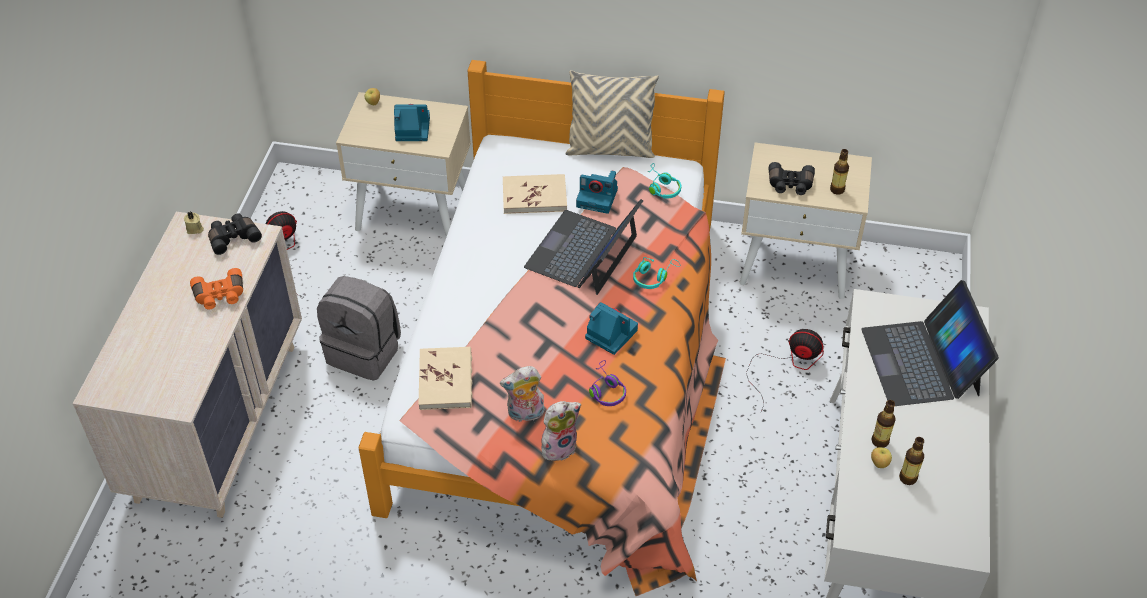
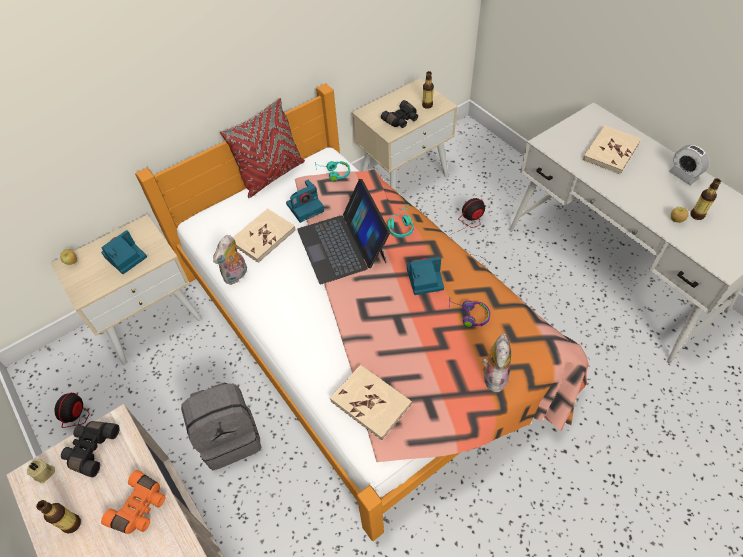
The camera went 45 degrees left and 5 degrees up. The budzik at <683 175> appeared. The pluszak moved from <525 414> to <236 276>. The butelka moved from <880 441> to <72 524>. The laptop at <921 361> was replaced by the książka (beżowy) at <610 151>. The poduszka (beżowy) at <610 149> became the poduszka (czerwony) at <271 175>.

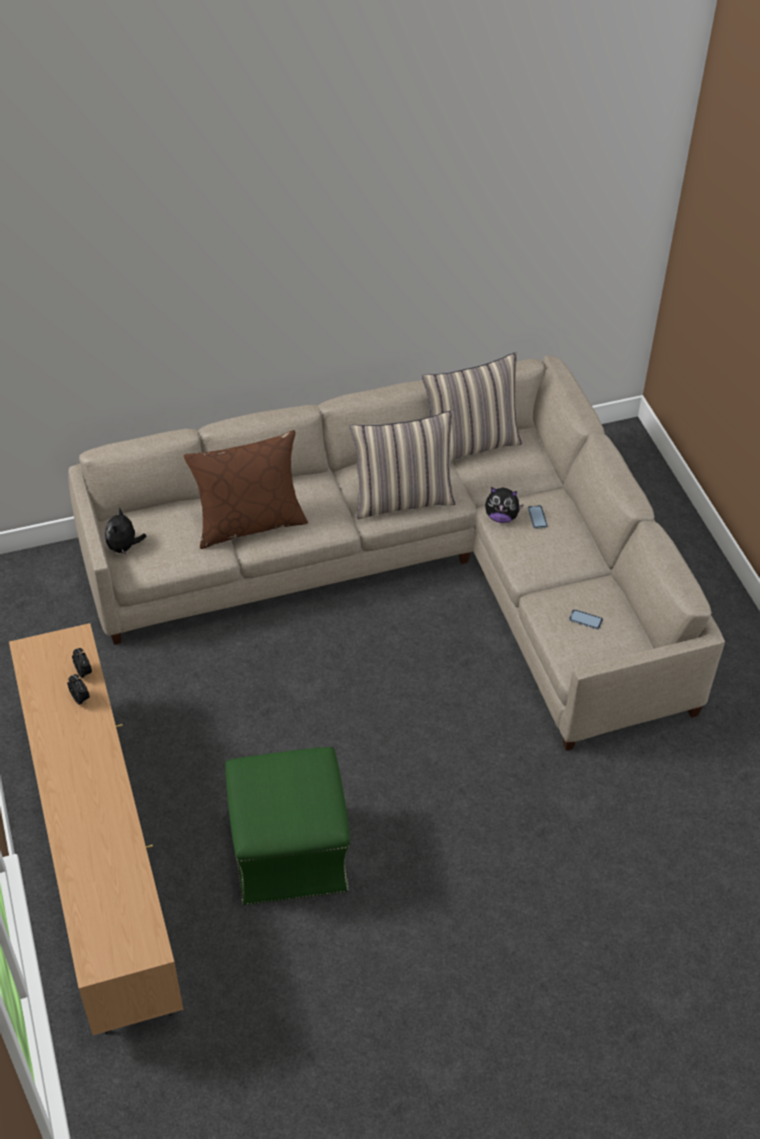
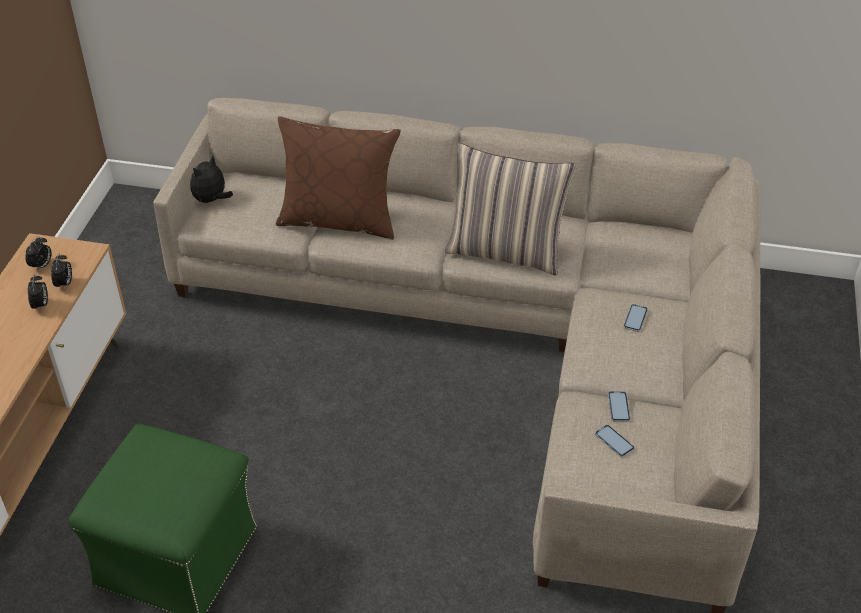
The camera went 30 degrees right and 5 degrees down. The poduszka at <471 444> disappeared. The pluszak at <501 517> disappeared. The budzik at <42 266> appeared. The telefon at <618 407> appeared.

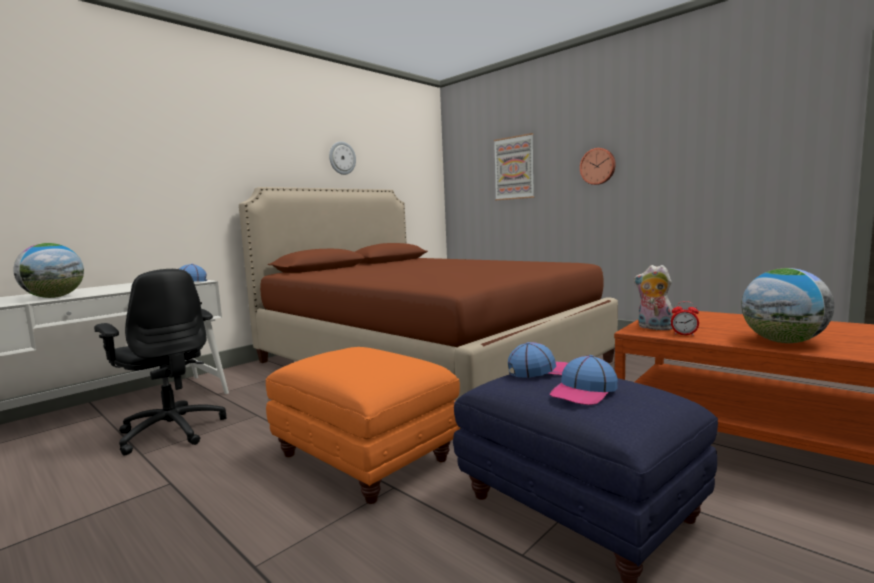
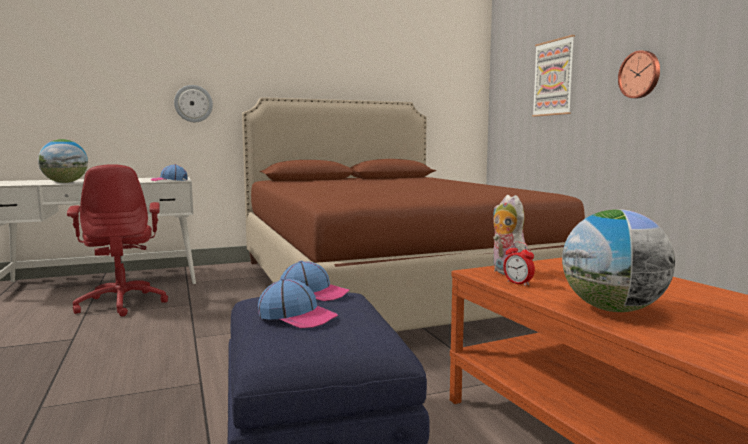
The camera went 25 degrees right and 0 degrees up. The pufa (pomarańczowy) at <366 459> disappeared. The zegar ścienny moved from <342 158> to <193 103>. The krzesło biurowe (czarny) at <172 431> became the krzesło biurowe (czerwony) at <122 303>. The czapka z daszkiem at <584 392> turned 135 degrees counterclockwise.

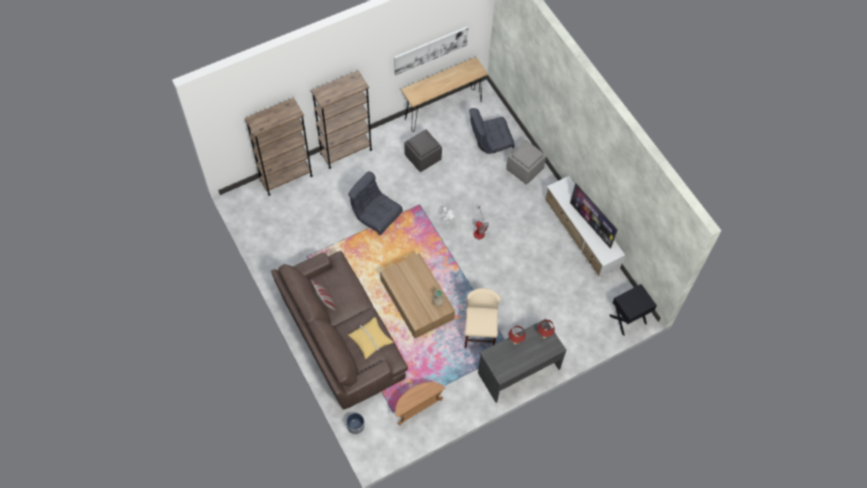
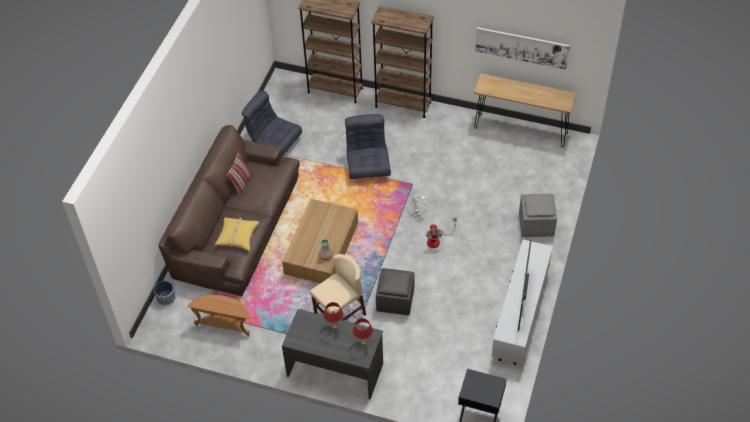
The camera went 50 degrees right and 10 degrees down. The pufa (szary) moved from <423 157> to <395 300>. The fotel (szary) moved from <490 142> to <274 142>.

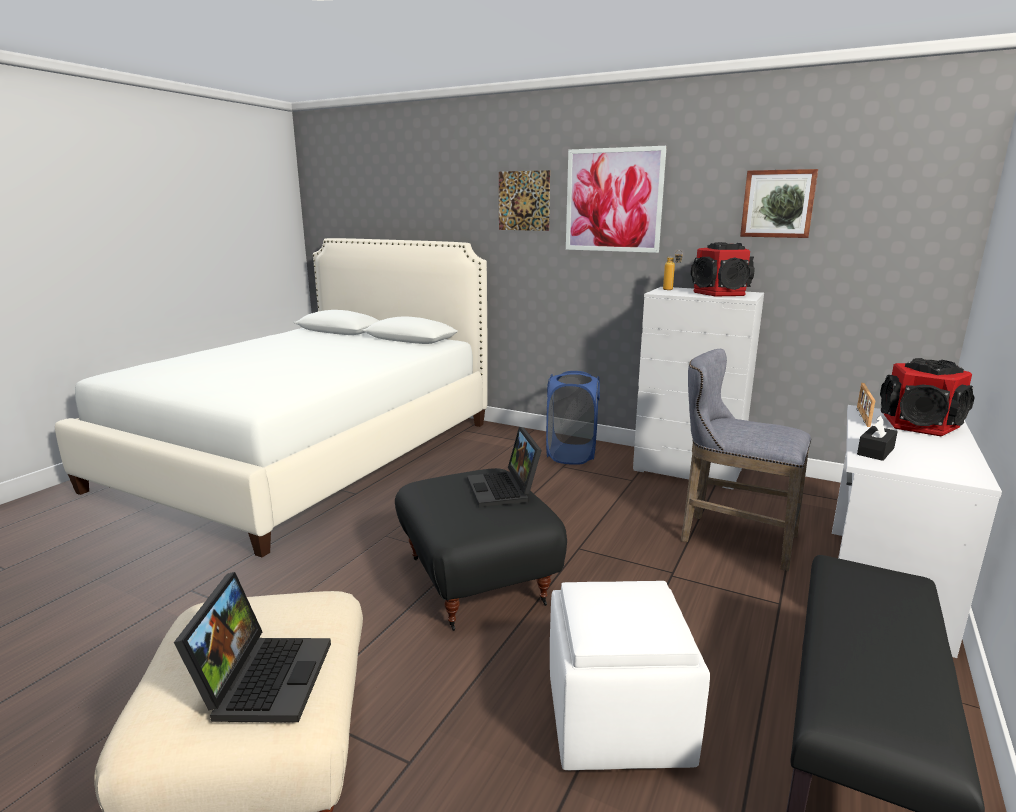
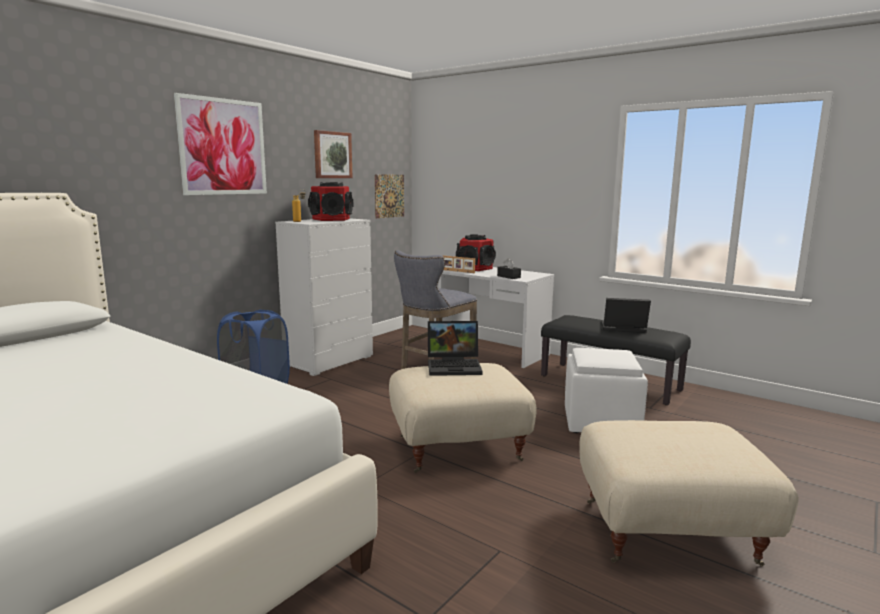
The camera went 80 degrees left and 5 degrees down. The laptop moved from <263 677> to <622 328>. The obraz moved from <524 201> to <389 196>. The pufa (czarny) at <479 580> became the pufa (beżowy) at <458 447>.

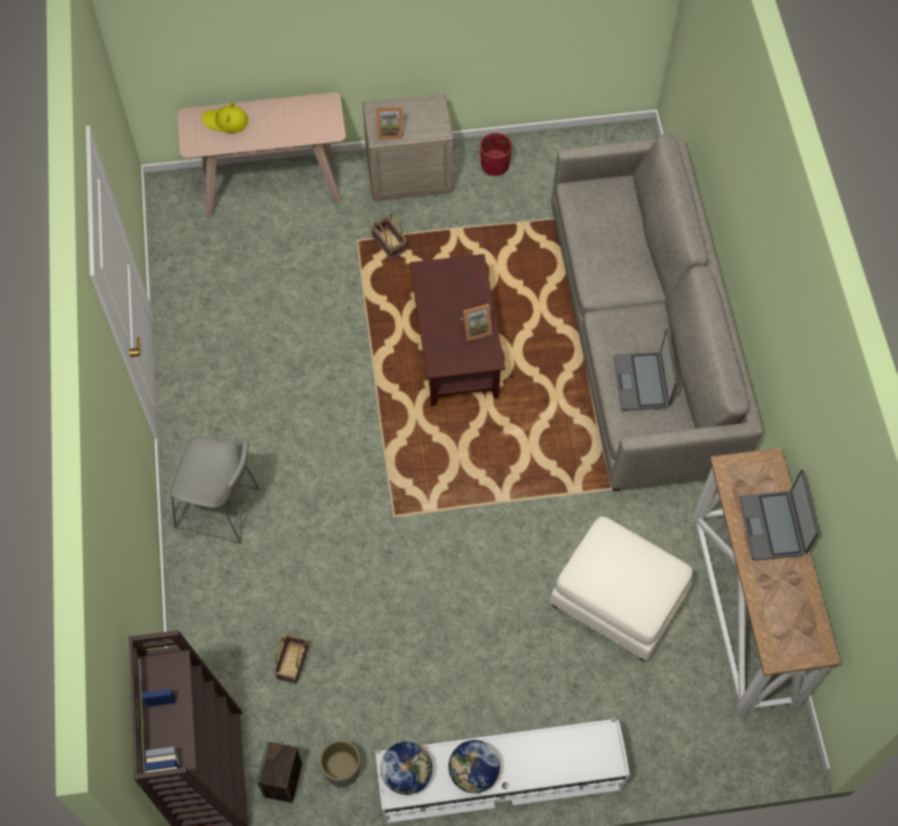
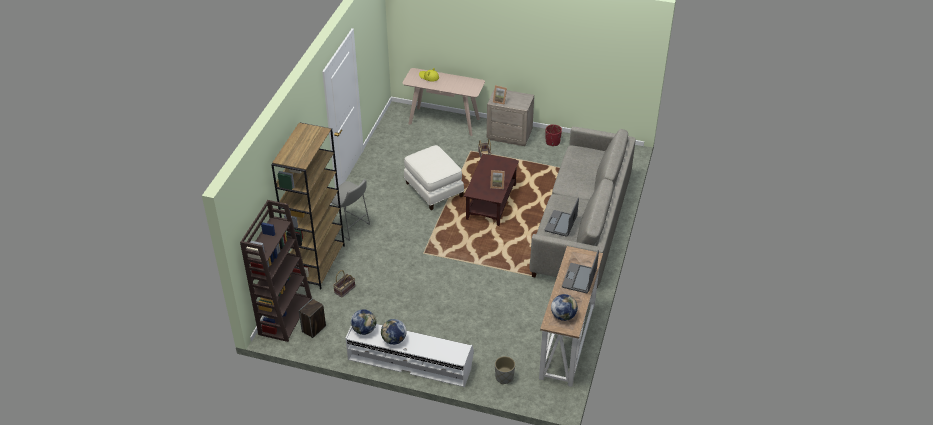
The camera went 25 degrees right and 20 degrees down. The regał (brązowy) at <317 263> appeared. The globus at <563 316> appeared. The donica (szary) moved from <342 769> to <504 377>. The pufa (biały) moved from <616 602> to <433 190>.

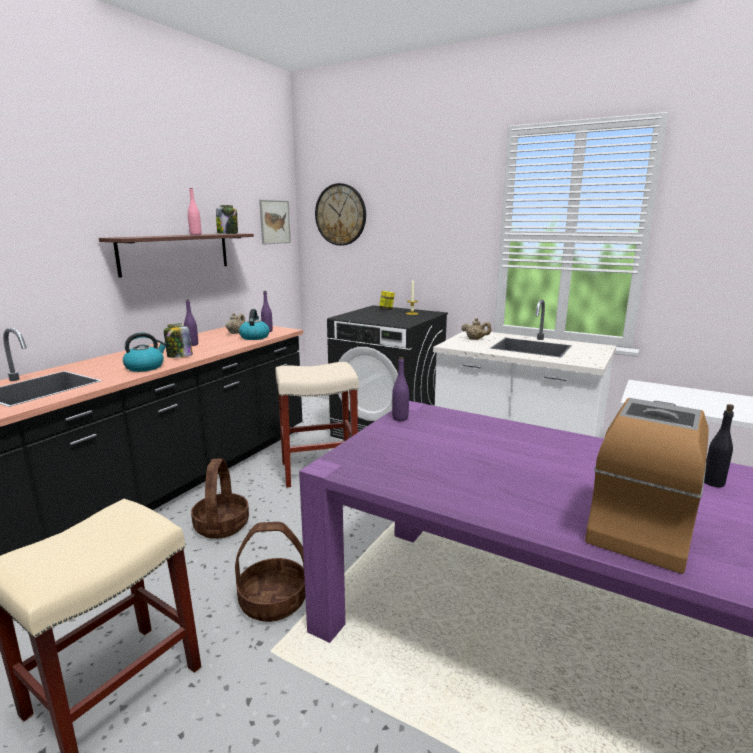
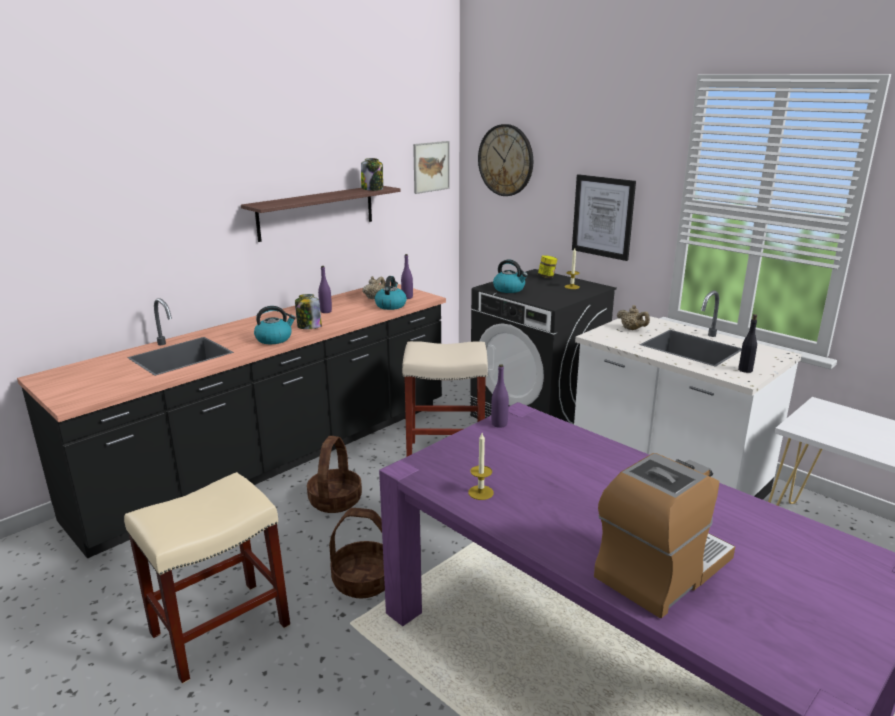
The camera went 15 degrees right and 5 degrees up. The butelka (różowy) at <195 234> disappeared. The świeca at <480 492> appeared. The czajnik at <509 289> appeared. The obraz at <603 216> appeared. The butelka (czarny) moved from <713 482> to <745 370>.

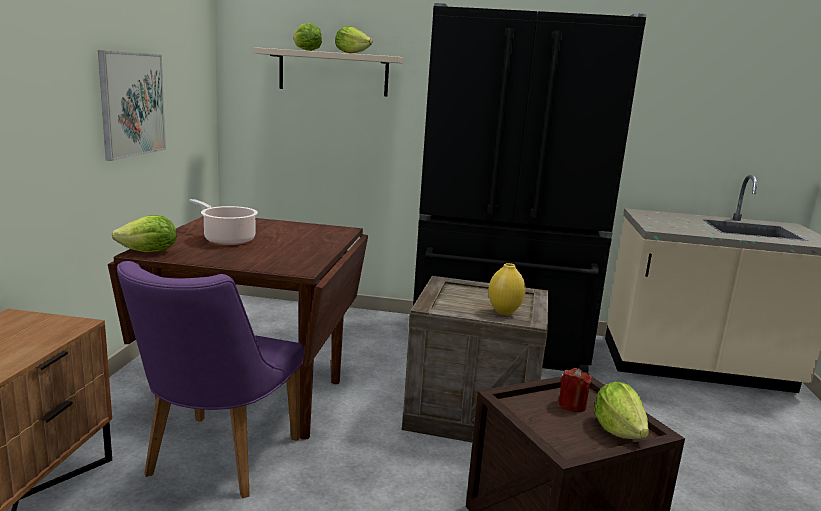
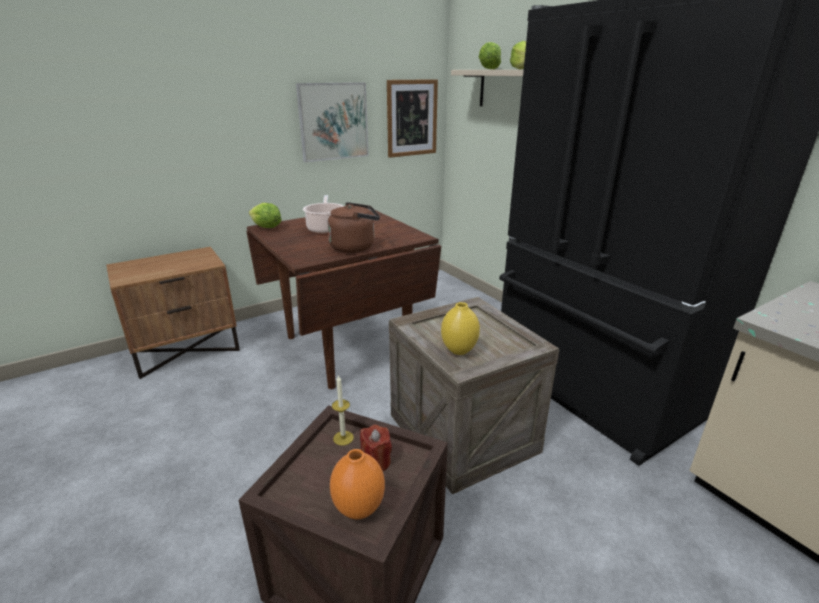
The camera went 50 degrees right and 10 degrees up. The krzesło (fioletowy) at <215 462> disappeared. The czajnik (brązowy) at <355 247> appeared. The świeca at <343 438> appeared. The obraz at <412 118> appeared. The sałata at <618 430> was replaced by the wazon (pomarańczowy) at <359 509>.

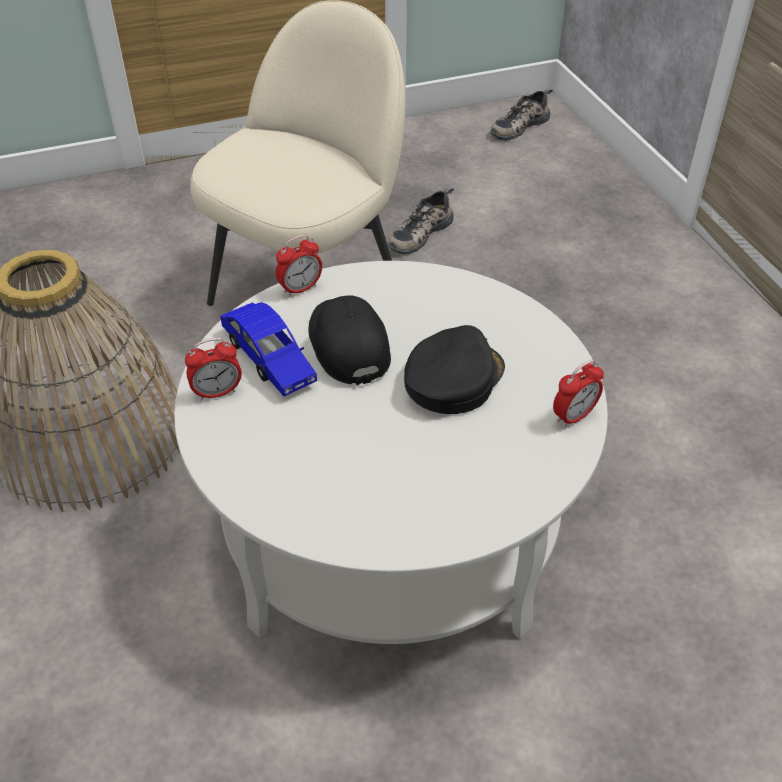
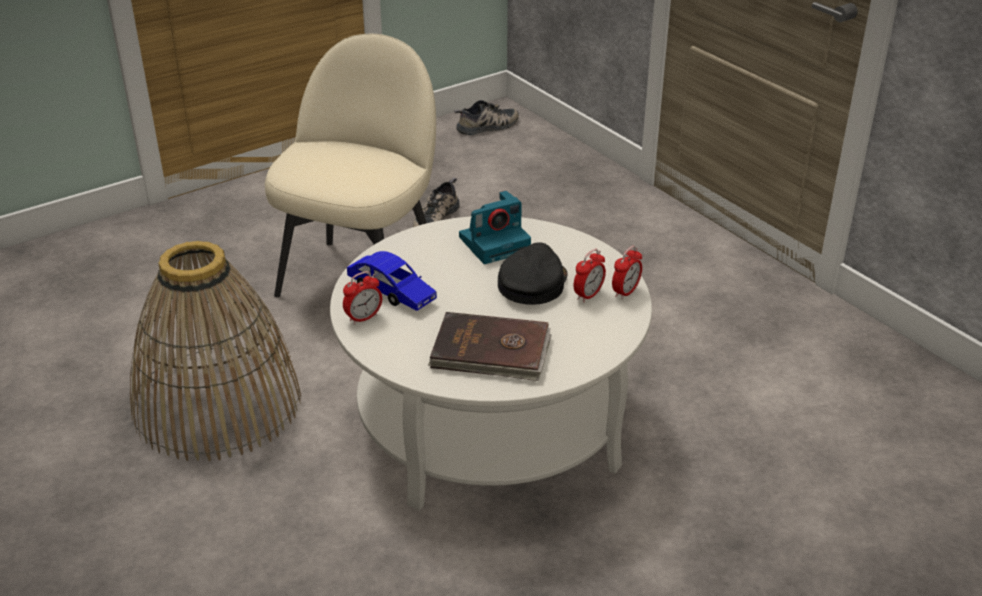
The camera went 15 degrees left and 10 degrees down. The czapka z daszkiem (czarny) at <347 345> disappeared. The książka (brązowy) at <491 352> appeared. The aparat fotograficzny at <495 243> appeared. The budzik moved from <300 288> to <588 295>. The but at <519 125> turned 150 degrees counterclockwise.

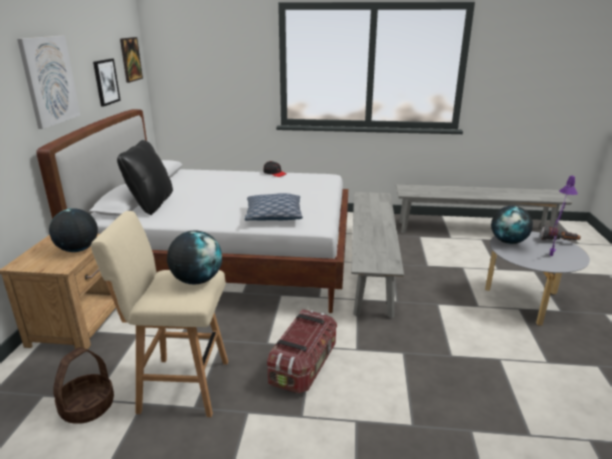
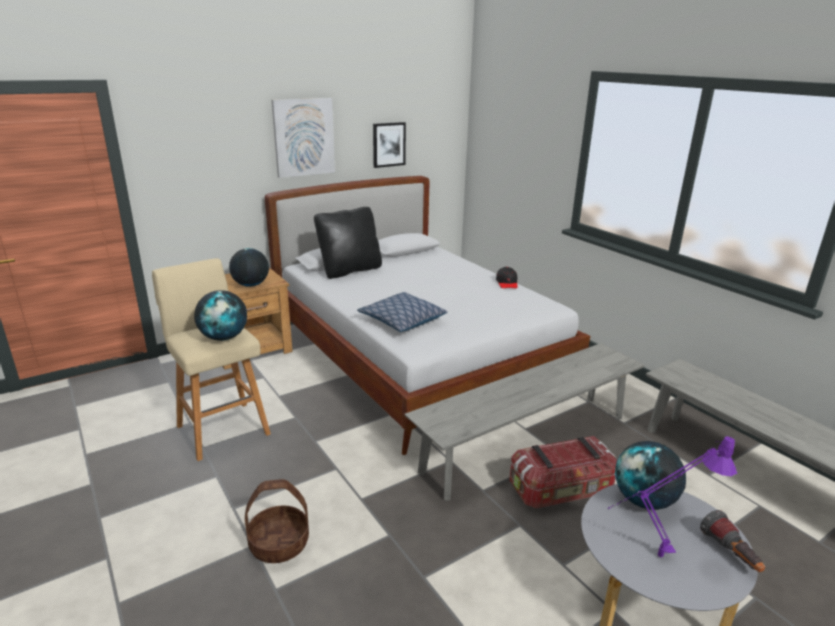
The camera went 50 degrees right and 0 degrees up. The obraz at <130 59> disappeared. The koszyk moved from <87 407> to <279 543>. The pojemnik do przechowywania moved from <304 365> to <562 490>.

